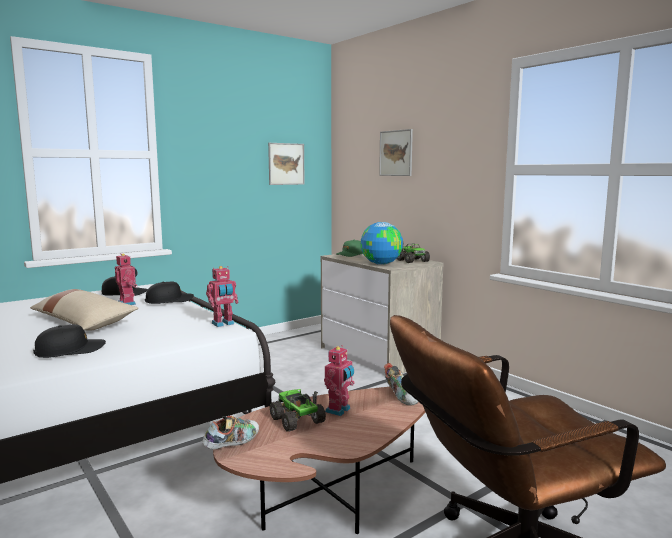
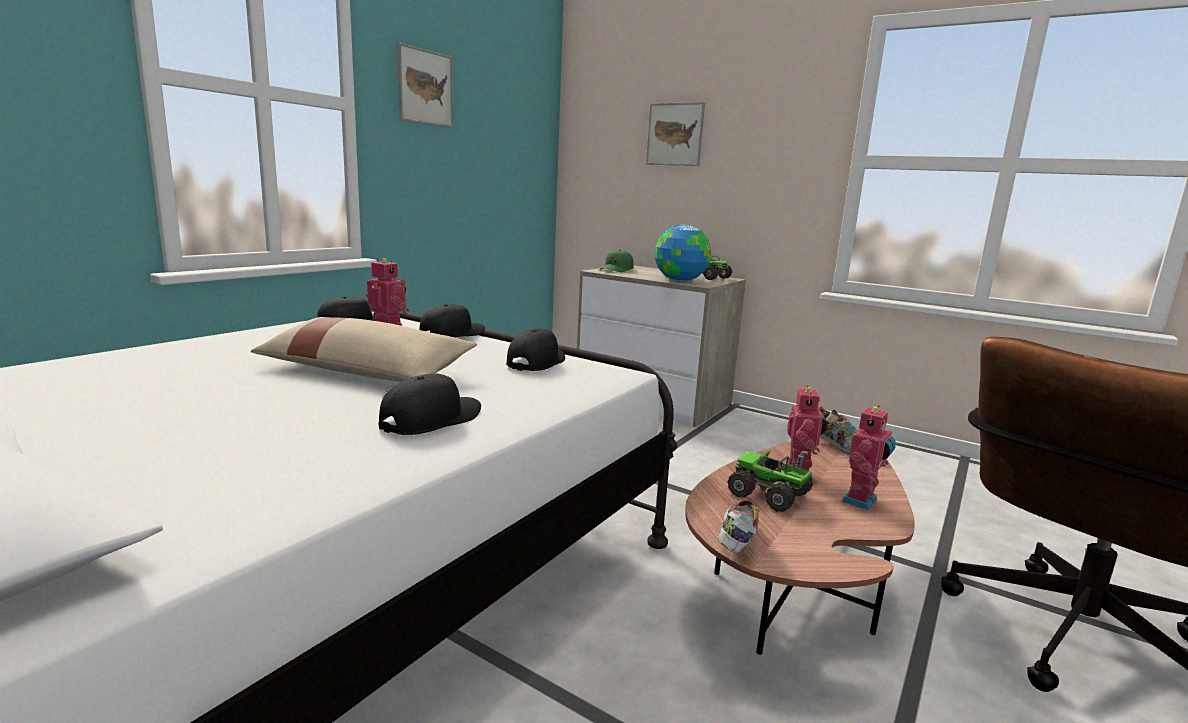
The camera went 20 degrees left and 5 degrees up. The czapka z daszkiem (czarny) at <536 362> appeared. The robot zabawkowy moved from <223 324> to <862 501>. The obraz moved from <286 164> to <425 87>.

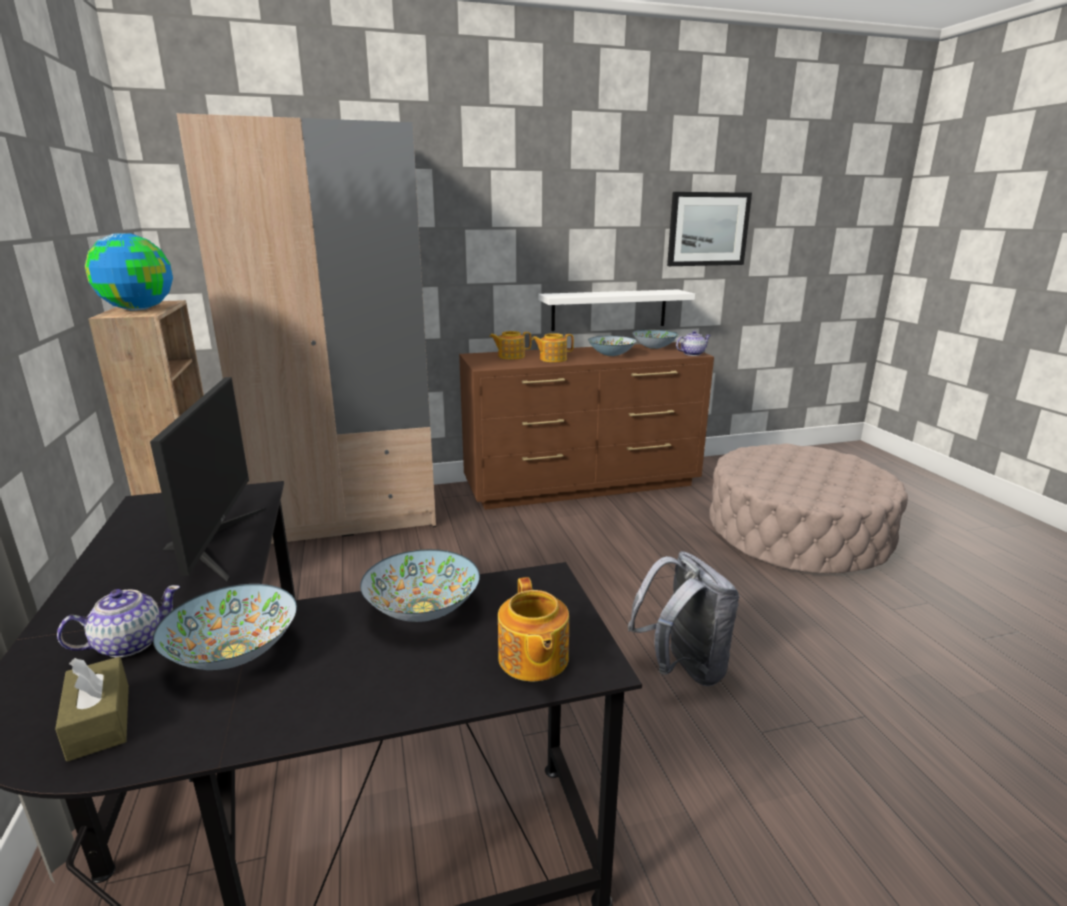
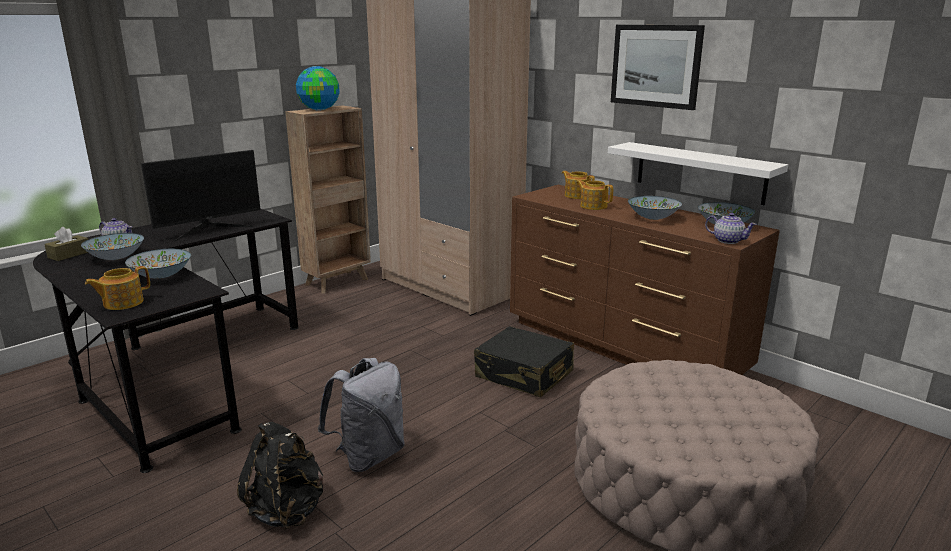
The camera went 60 degrees right and 0 degrees up. The plecak (czarny) at <287 509> appeared. The walizka (czarny) at <524 374> appeared. The obraz moved from <708 229> to <656 66>.

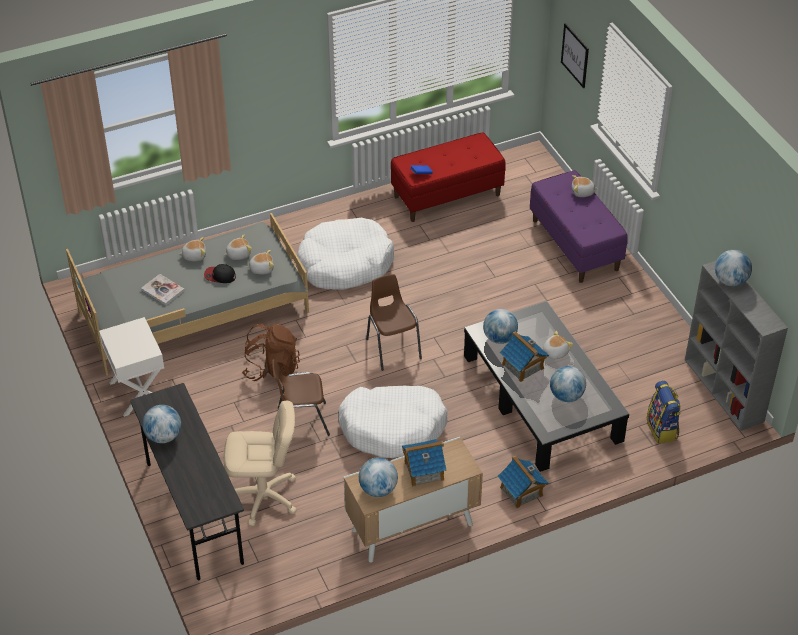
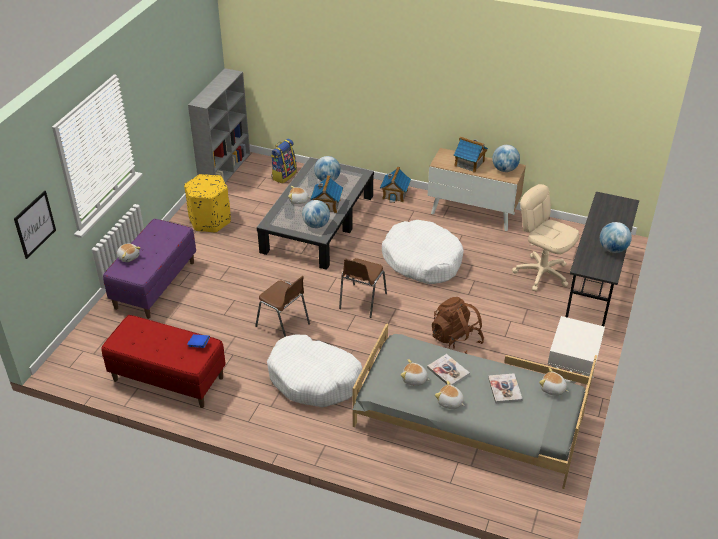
The camera went 135 degrees left and 5 degrees down. The globus at <730 281> disappeared. The pufa (żółty) at <210 221> appeared. The pluszak moved from <261 268> to <552 389>. The krzesło (brązowy) moved from <301 421> to <284 325>. The czapka z daszkiem at <220 276> was replaced by the książka at <448 371>.

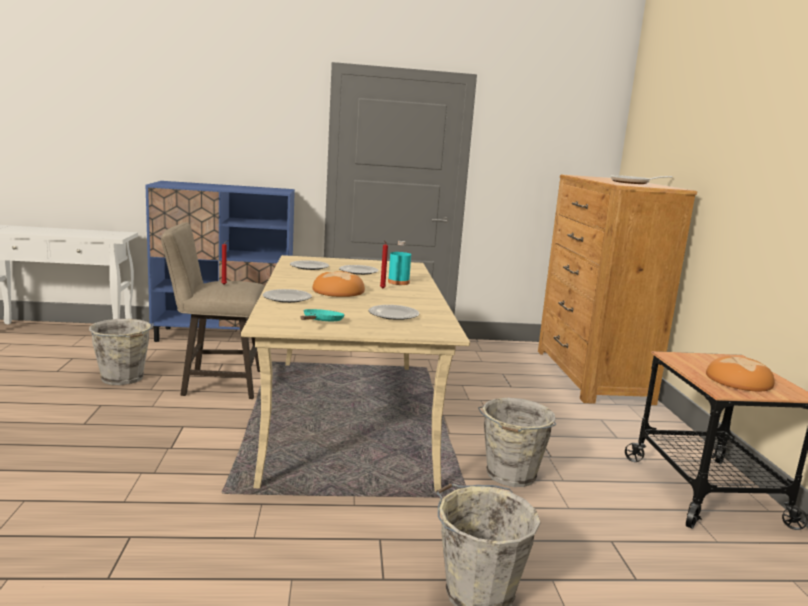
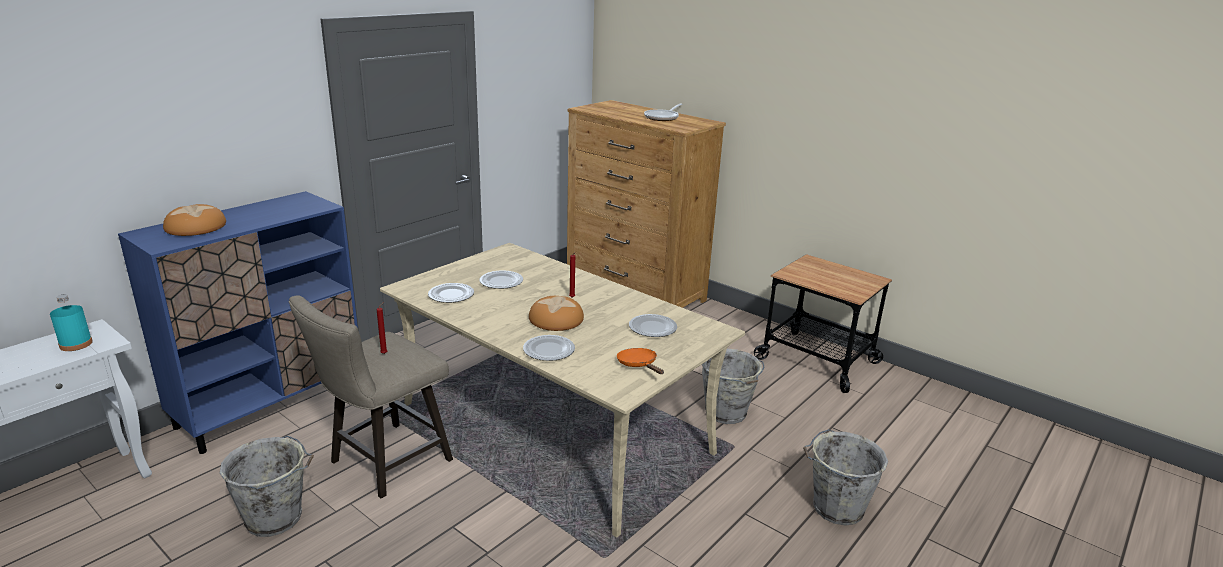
The camera went 45 degrees left and 10 degrees up. The butelka (turkusowy) moved from <398 282> to <76 344>. The chleb moved from <738 380> to <195 227>. The patelnia (turkusowy) at <321 322> became the patelnia (pomarańczowy) at <639 365>.

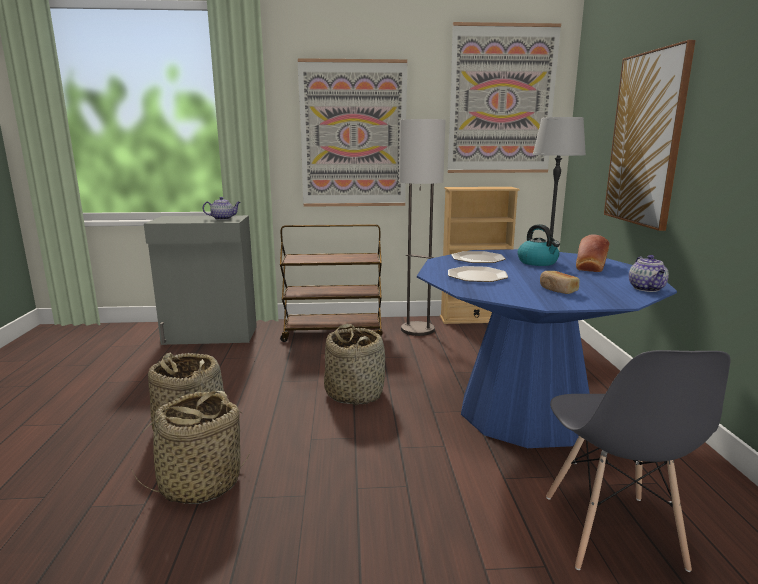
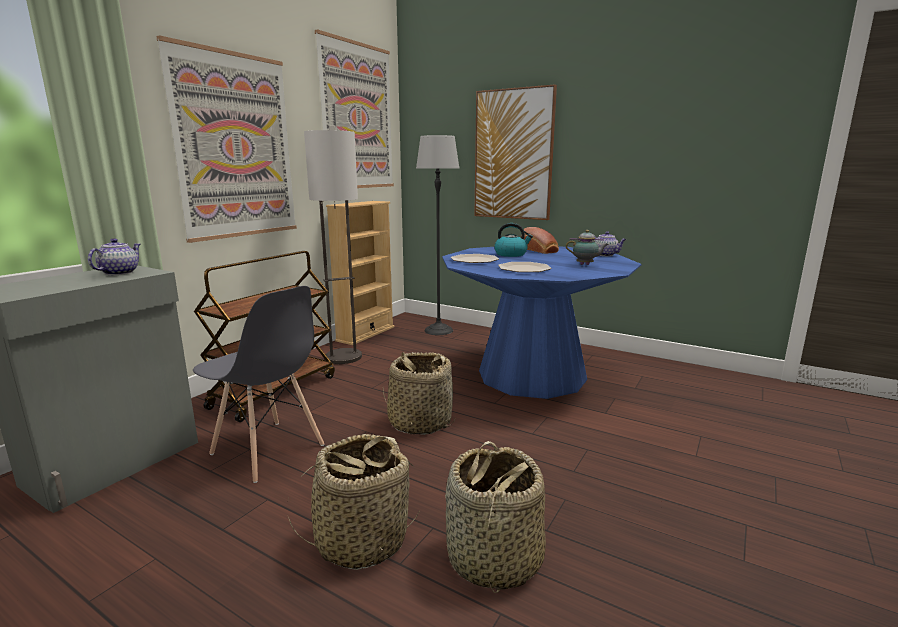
The camera went 55 degrees left and 0 degrees up. The krzesło (szary) moved from <611 532> to <268 450>. The chleb at <557 290> was replaced by the imbryk at <586 265>.

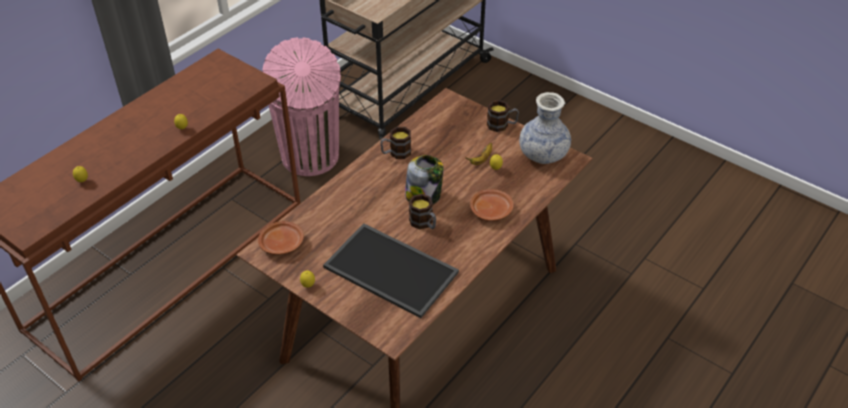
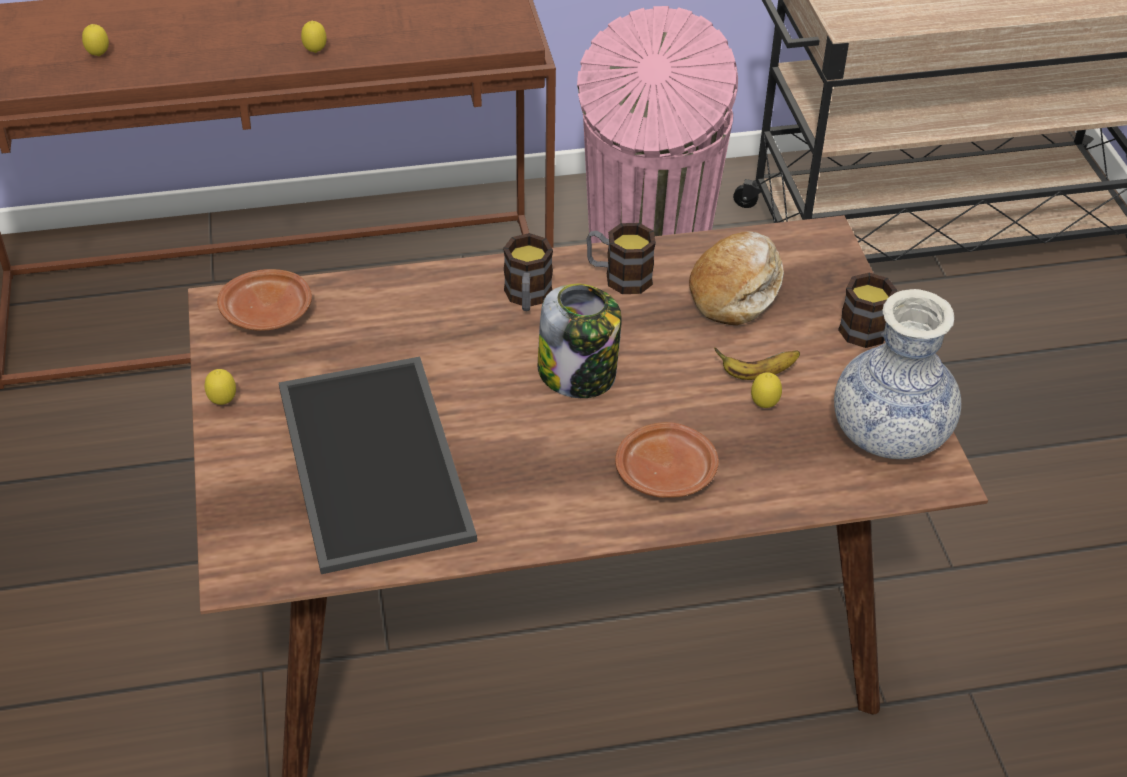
The camera went 40 degrees right and 0 degrees up. The chleb at <736 289> appeared. The kubek moved from <424 223> to <527 298>.

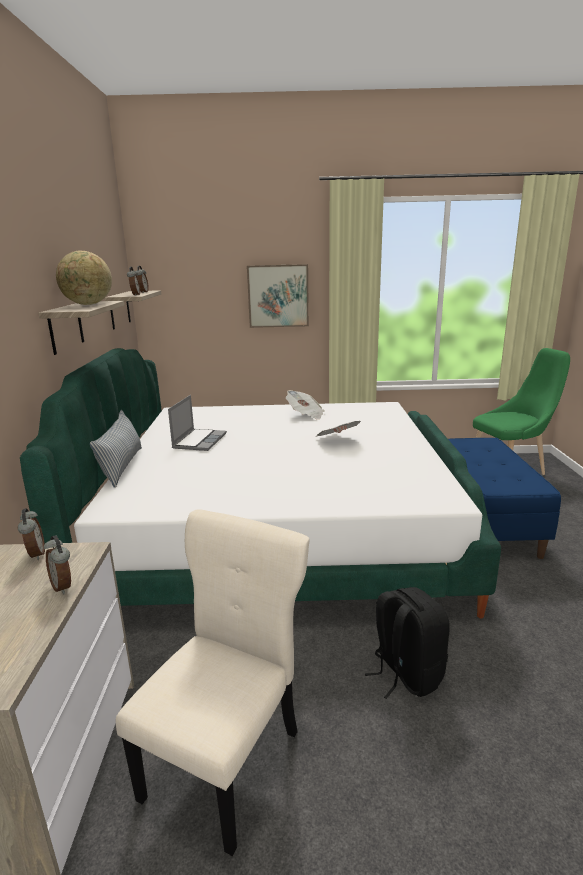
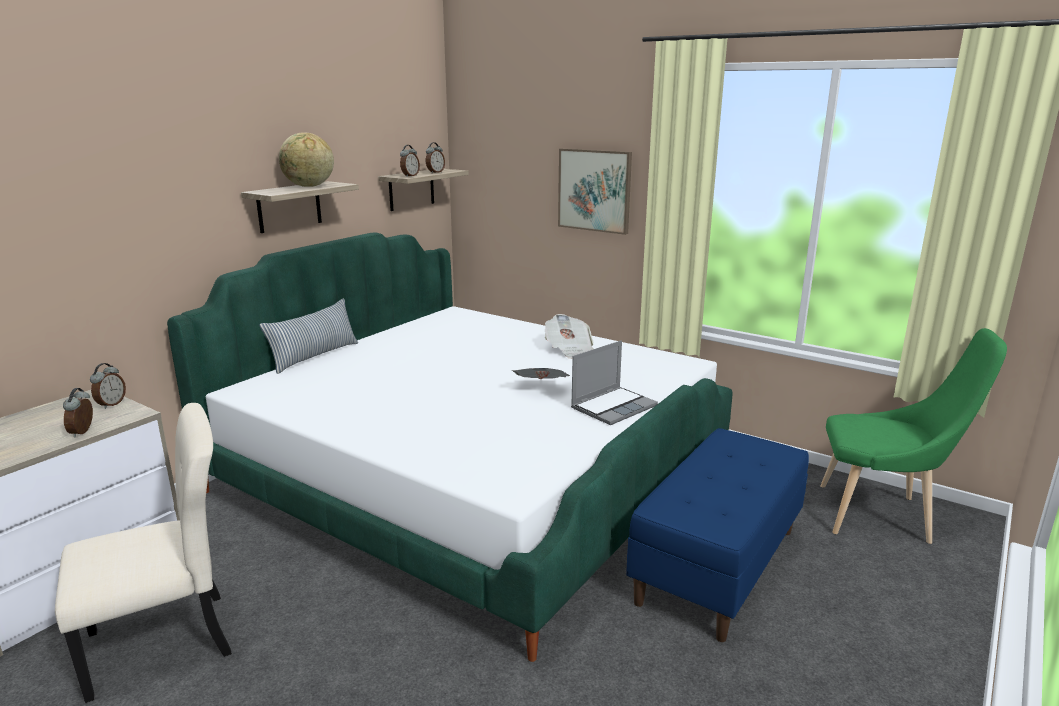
The camera went 35 degrees right and 0 degrees up. The plecak (czarny) at <405 673> disappeared. The laptop moved from <199 441> to <613 406>.

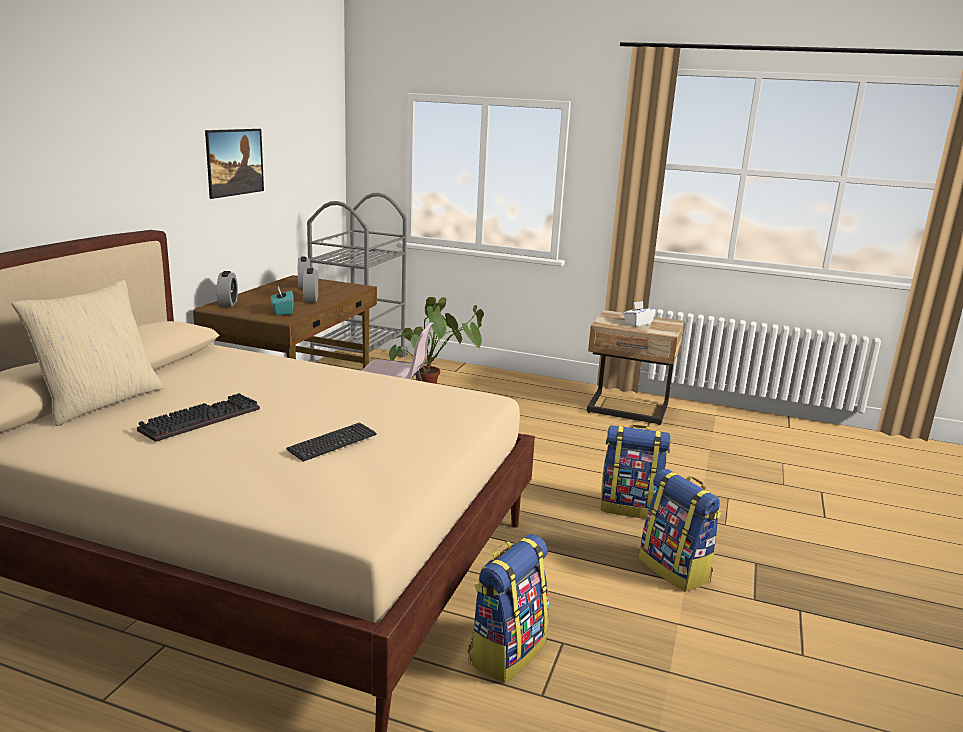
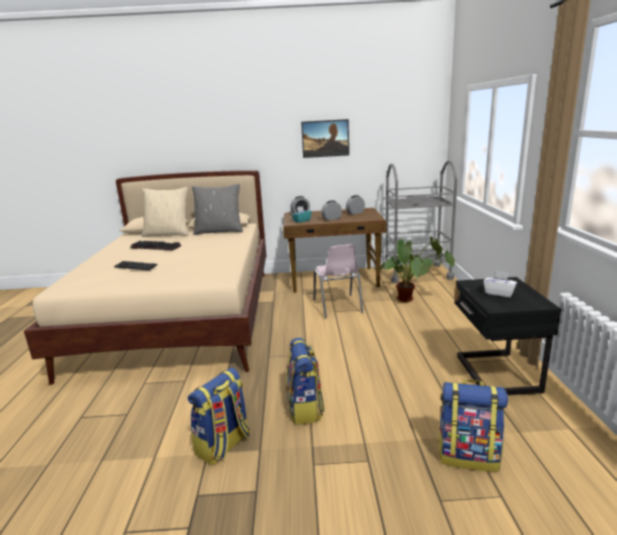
The camera went 70 degrees right and 0 degrees up. The poduszka (szary) at <219 231> appeared. The plecak moved from <506 651> to <468 455>. The szafka nocna (beżowy) at <628 410> became the szafka nocna (czarny) at <494 375>.

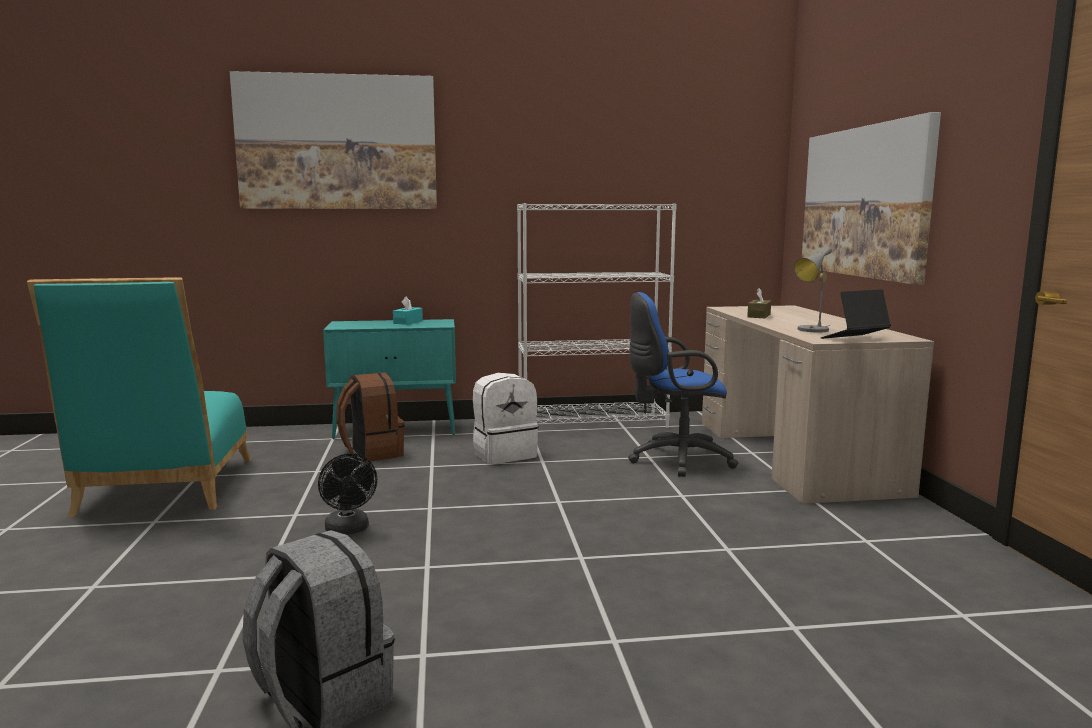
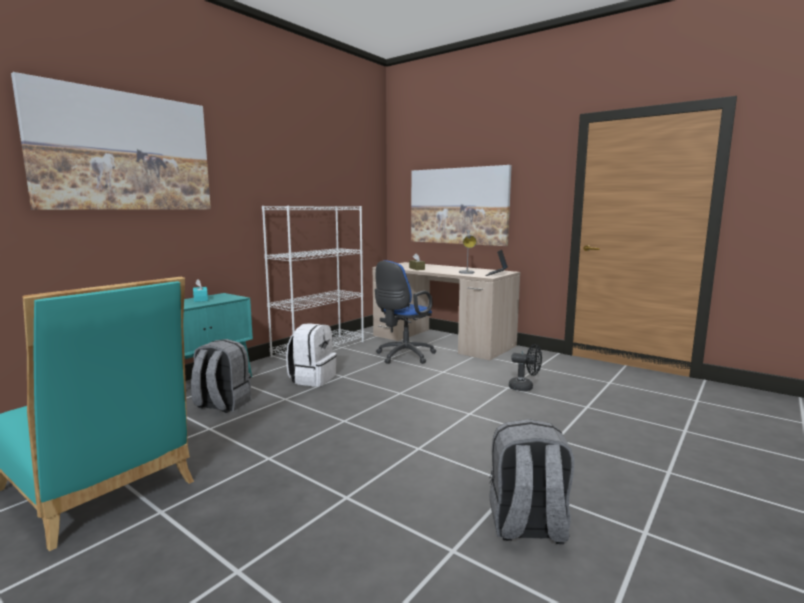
The camera went 45 degrees left and 0 degrees up. The wentylator (czarny) moved from <348 530> to <525 388>. The plecak (brązowy) at <371 453> became the plecak (szary) at <222 405>.

